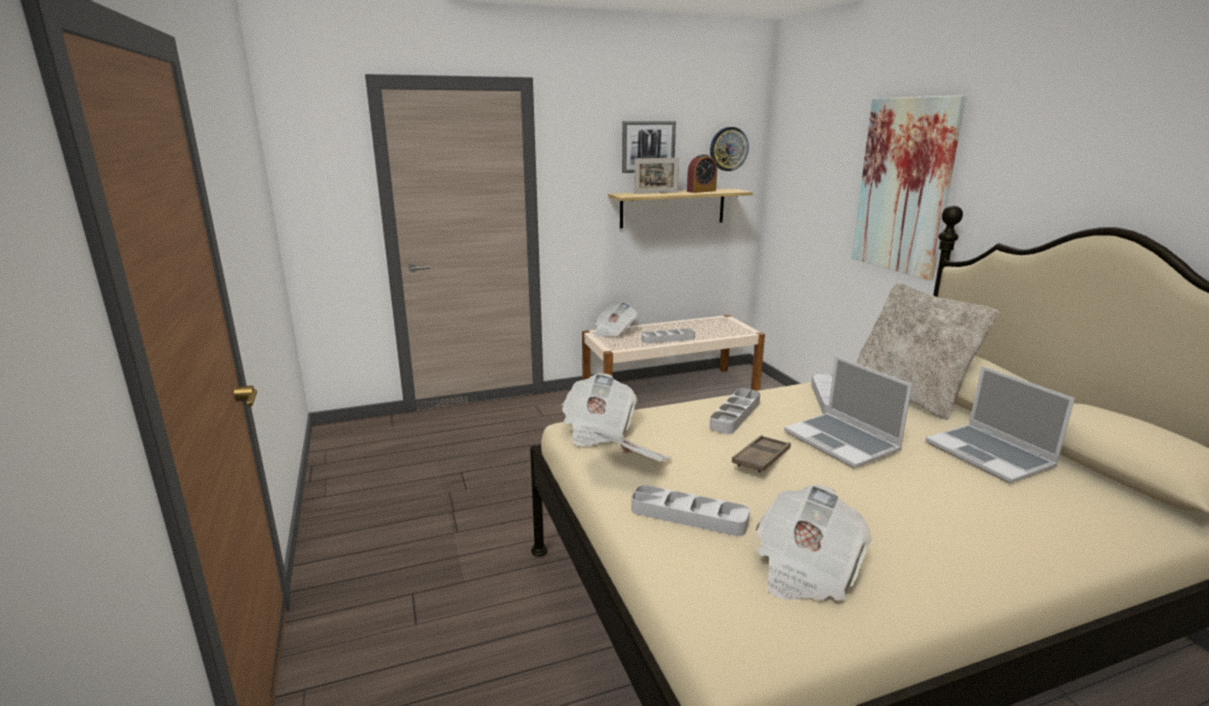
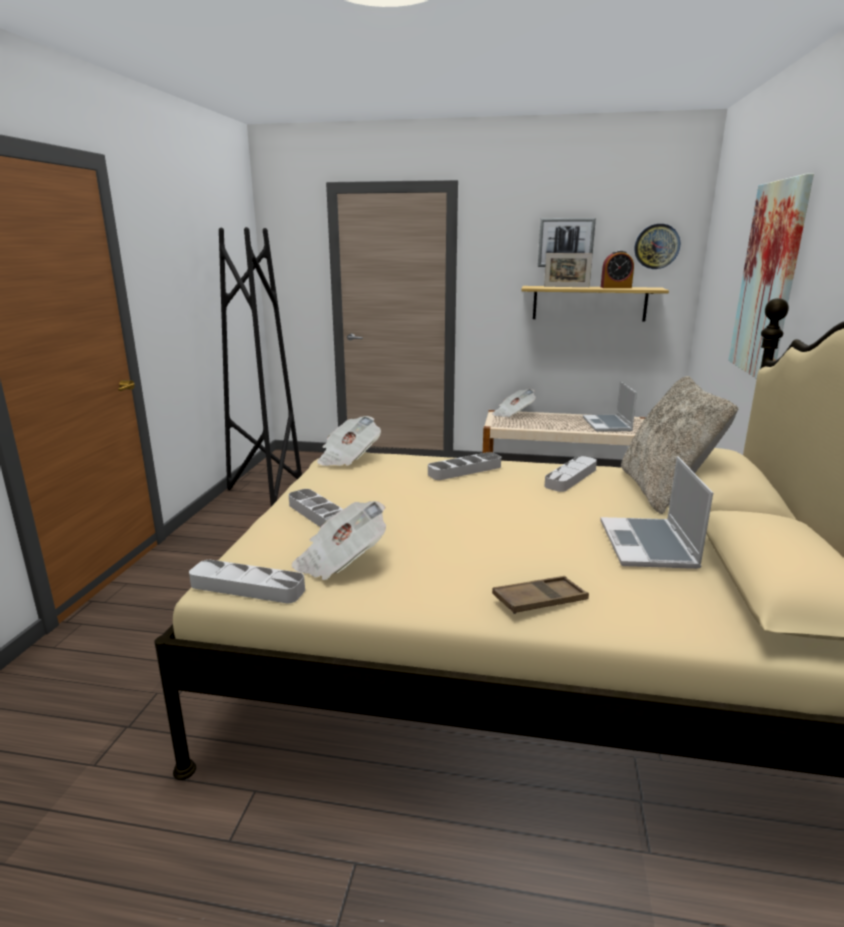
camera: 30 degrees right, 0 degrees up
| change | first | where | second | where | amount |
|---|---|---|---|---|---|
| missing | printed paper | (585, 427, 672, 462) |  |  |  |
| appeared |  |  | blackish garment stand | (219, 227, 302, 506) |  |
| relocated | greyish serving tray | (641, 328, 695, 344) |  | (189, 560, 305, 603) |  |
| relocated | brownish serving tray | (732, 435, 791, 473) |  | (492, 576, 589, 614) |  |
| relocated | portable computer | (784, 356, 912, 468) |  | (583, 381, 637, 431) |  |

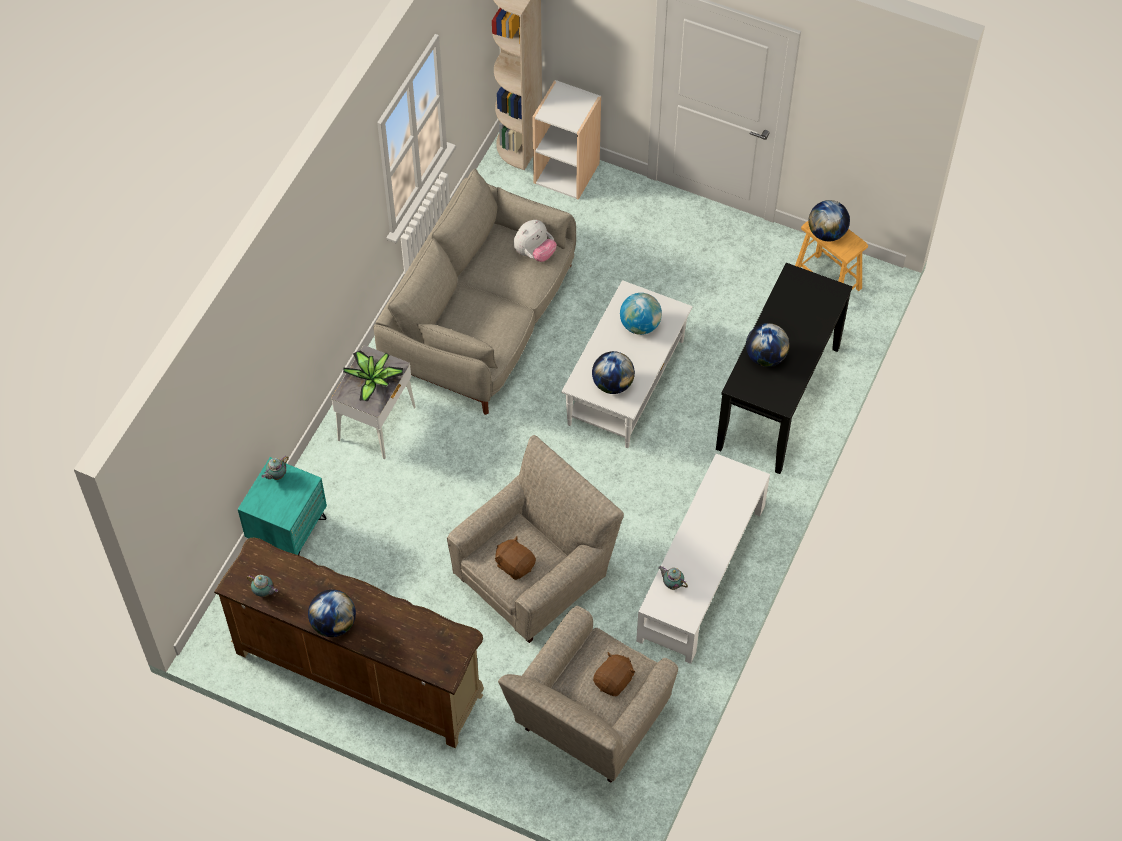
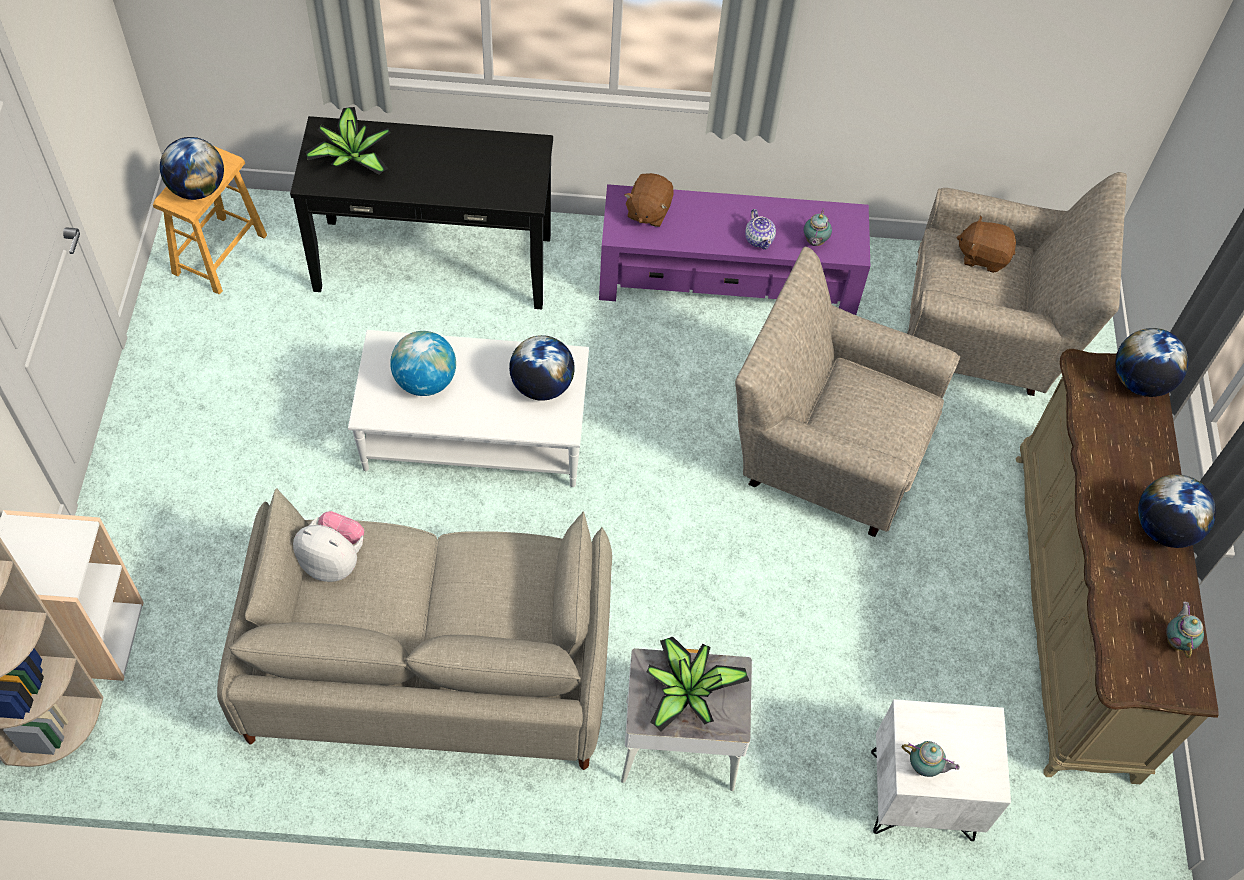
camera: 115 degrees left, 0 degrees up
| change | first | where | second | where | amount |
|---|---|---|---|---|---|
| appeared |  |  | plant in a pot | (306, 107, 390, 175) |  |
| appeared |  |  | tea pot | (745, 209, 776, 250) |  |
| relocated | brownish cuddly toy | (495, 536, 536, 580) |  | (625, 173, 674, 227) |  |
| relocated | desk globe | (746, 323, 789, 367) |  | (1115, 328, 1188, 397) |  |
| colour | blue-green night table | (238, 457, 327, 555) | whitish night table | (871, 699, 1011, 841) |  |
| colour | whitish media console | (636, 454, 770, 664) | purplish media console | (599, 184, 870, 315) |  |

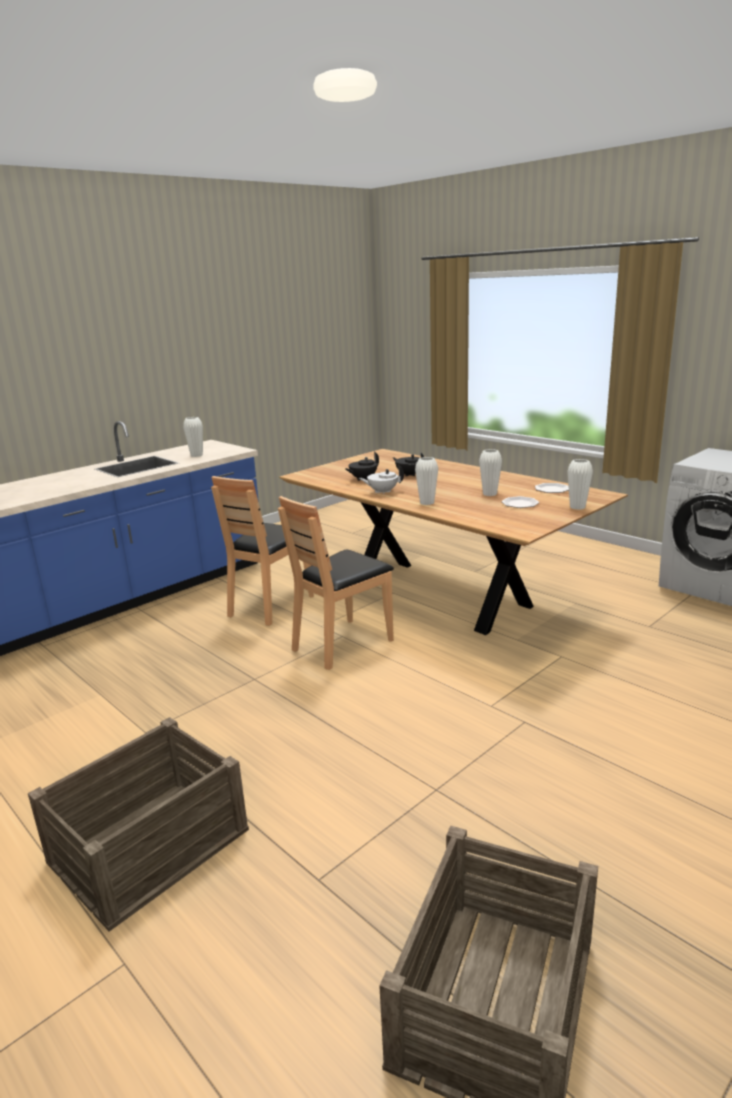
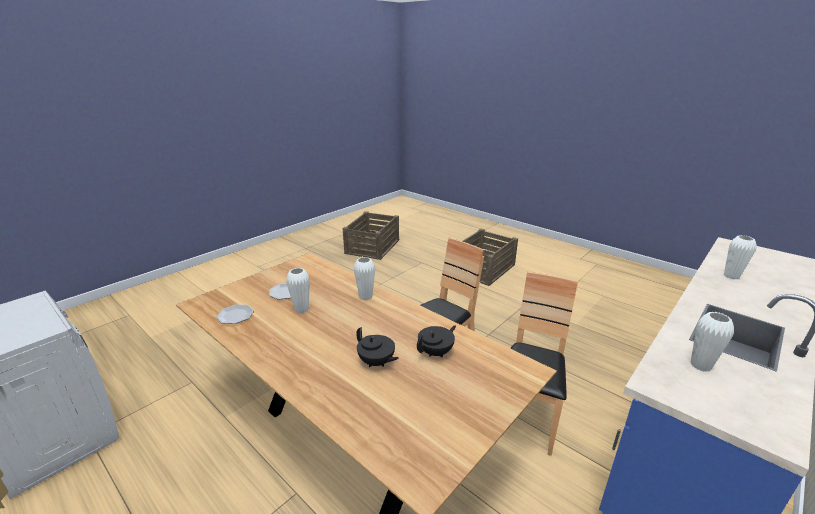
camera: 175 degrees right, 5 degrees up
| change | first | where | second | where | amount |
|---|---|---|---|---|---|
| missing | whitish tea pot | (359, 465, 404, 494) |  |  |  |
| relocated | whitish flower vase | (567, 459, 593, 510) |  | (724, 235, 756, 280) |  |

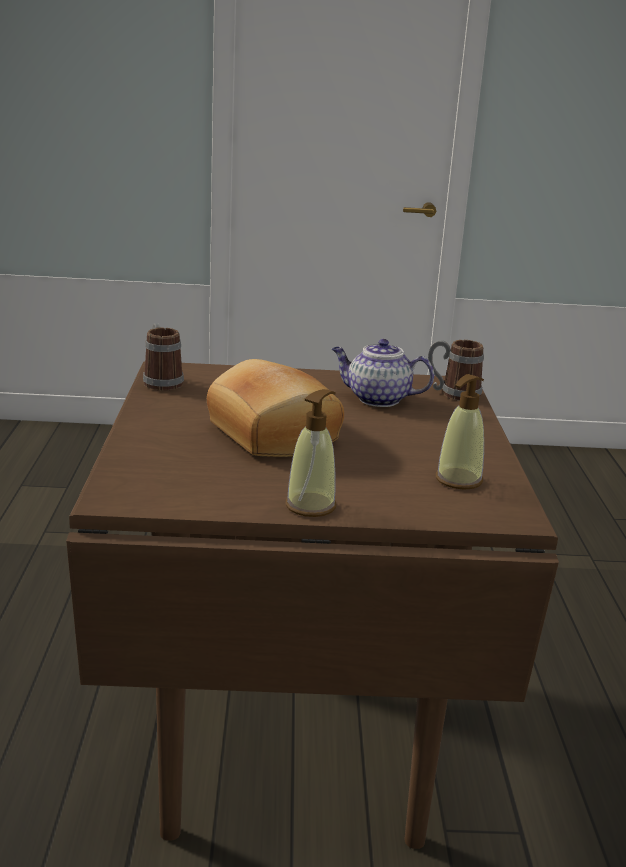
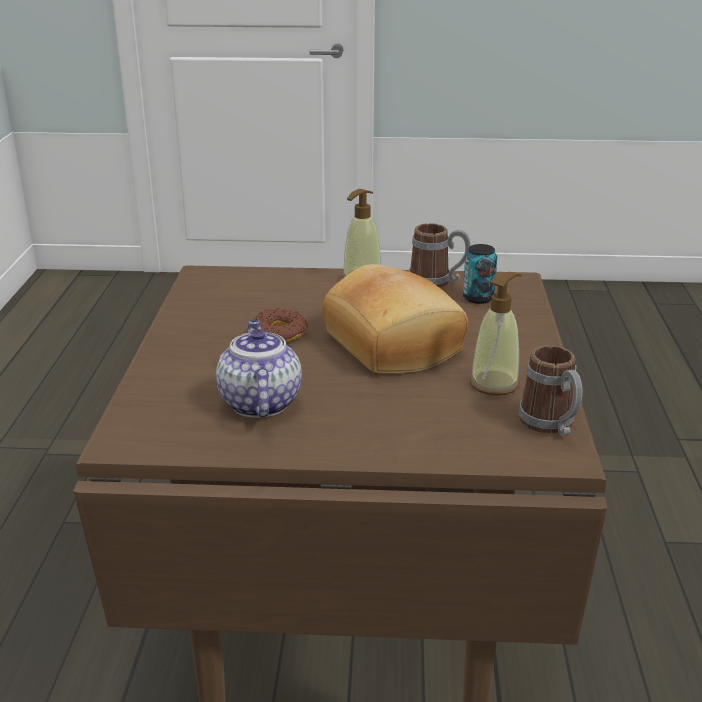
camera: 175 degrees left, 5 degrees up
| change | first | where | second | where | amount |
|---|---|---|---|---|---|
| appeared |  |  | donut | (253, 309, 308, 342) |  |
| appeared |  |  | can | (463, 244, 497, 304) |  |
| relocated | tea mug | (428, 340, 484, 401) |  | (409, 223, 470, 288) |  |
| relocated | soap dispenser | (436, 374, 484, 489) |  | (470, 272, 521, 396) |  |
| spun | tea pot | (332, 339, 434, 407) |  | (216, 320, 302, 418) | 120 degrees counterclockwise |

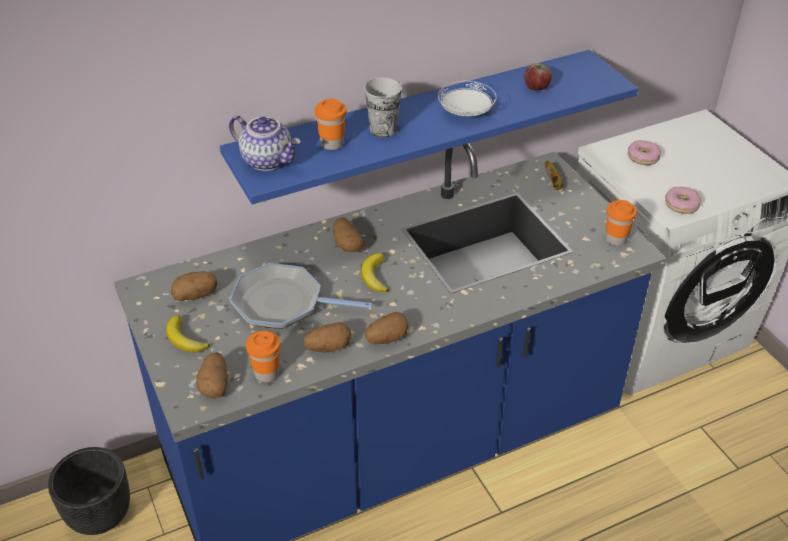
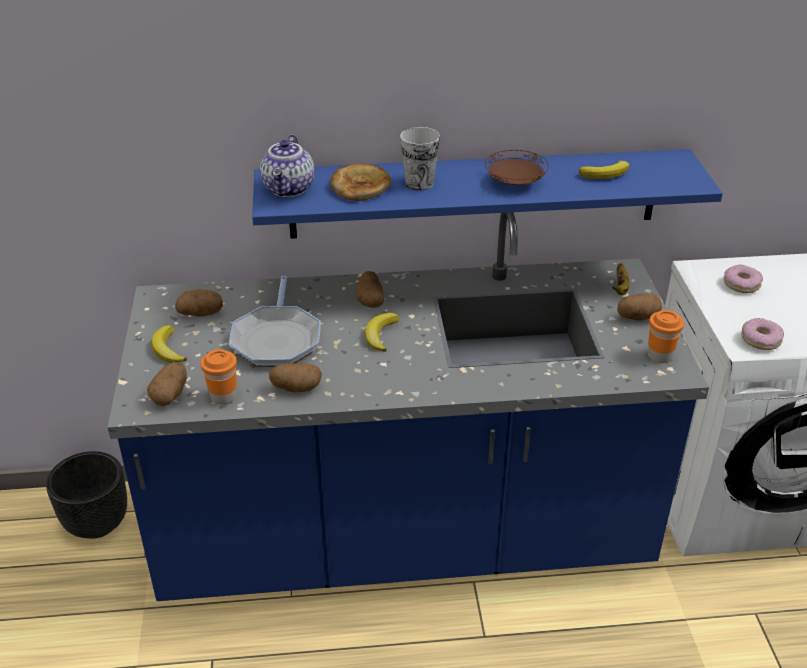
camera: 20 degrees right, 5 degrees down
| change | first | where | second | where | amount |
|---|---|---|---|---|---|
| relocated | potato | (365, 312, 409, 344) |  | (617, 294, 662, 321) |  |
| exchanged | orange small cup | (314, 99, 347, 150) | bakery bread | (330, 164, 391, 201) |  |
| exchanged | apple | (524, 63, 552, 90) | banana | (579, 160, 629, 179) |  |
| colour | whitish flat dish | (438, 81, 497, 116) | brownish flat dish | (485, 150, 549, 185) |  |
| spun | tea pot | (229, 116, 301, 171) |  | (260, 134, 314, 197) | 45 degrees clockwise |
| spun | skillet | (230, 263, 372, 329) |  | (229, 276, 321, 367) | 120 degrees counterclockwise |

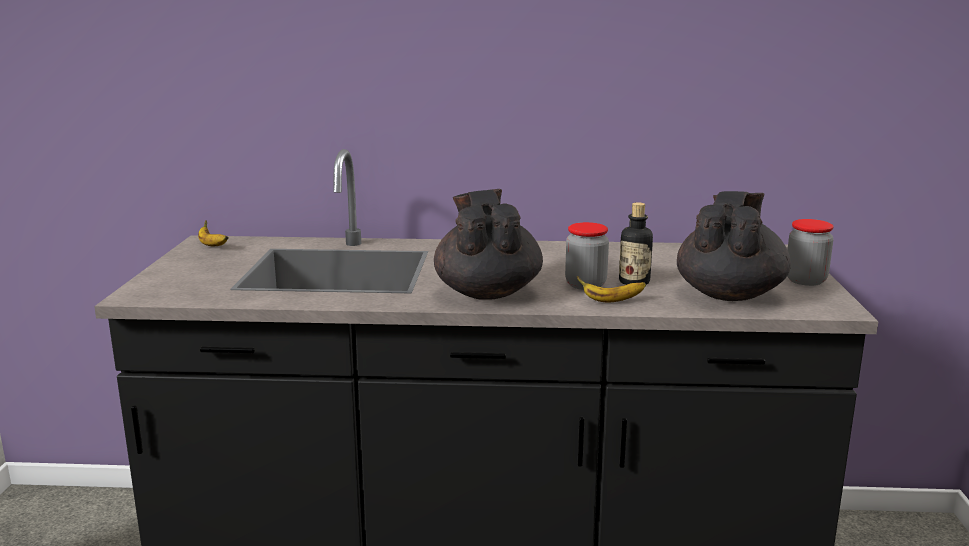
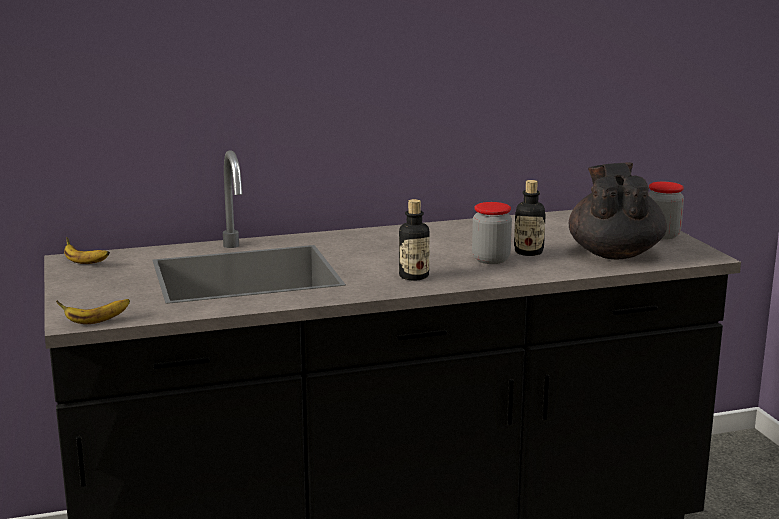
camera: 20 degrees left, 0 degrees up
| change | first | where | second | where | amount |
|---|---|---|---|---|---|
| relocated | banana | (577, 276, 646, 303) |  | (56, 299, 130, 324) |  |
| exchanged | blackish tea pot | (434, 189, 543, 300) | beverage bottle | (399, 199, 430, 280) |  |

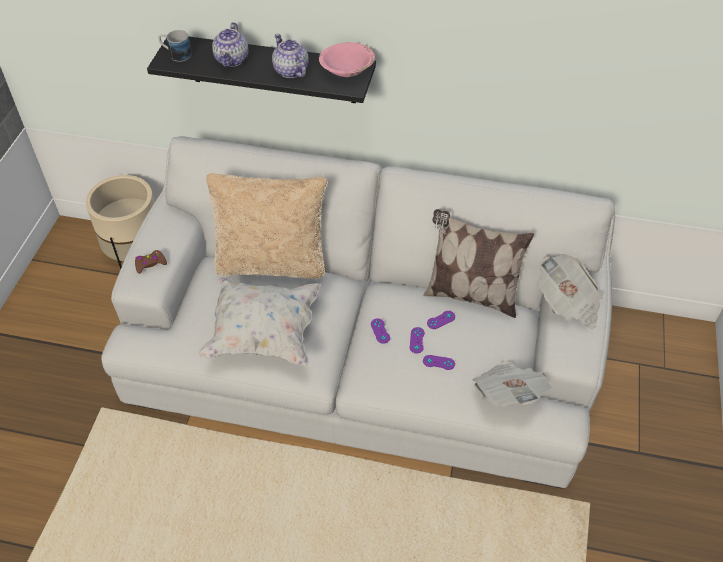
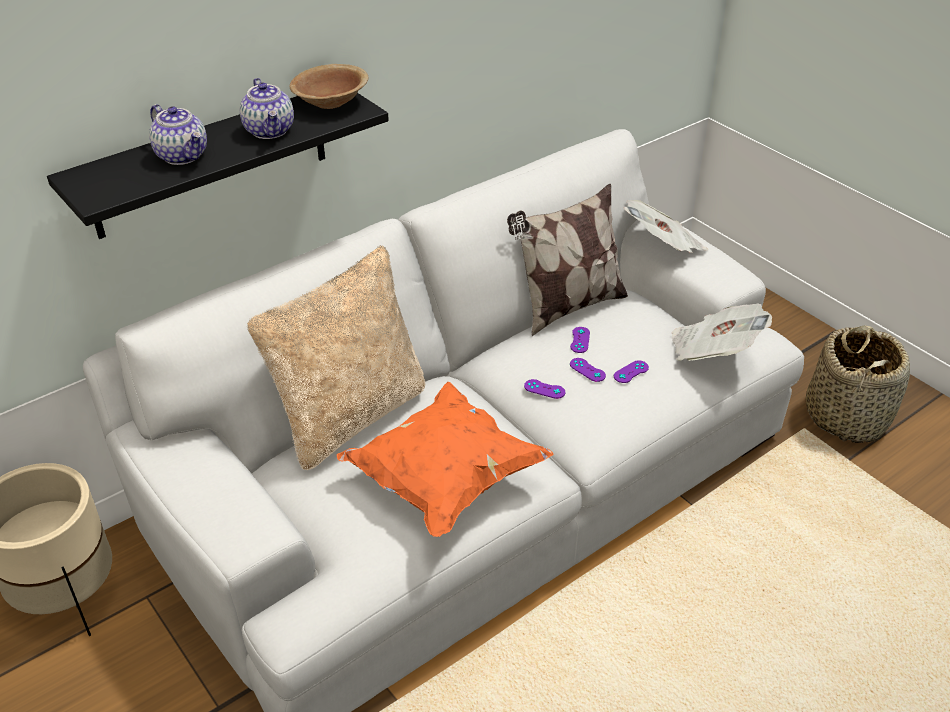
camera: 50 degrees left, 10 degrees down
| change | first | where | second | where | amount |
|---|---|---|---|---|---|
| missing | brownish game controller | (135, 250, 167, 274) |  |  |  |
| missing | tea mug | (158, 30, 192, 62) |  |  |  |
| appeared |  |  | storage basket | (805, 325, 910, 443) |  |
| colour | whitish pillow | (199, 277, 321, 366) | orange pillow | (337, 382, 554, 537) |  |
| colour | pink-coloured deep dish | (319, 42, 375, 77) | brownish deep dish | (290, 64, 368, 109) |  |
| spun | tea pot | (272, 34, 309, 78) |  | (240, 78, 294, 139) | 120 degrees counterclockwise |

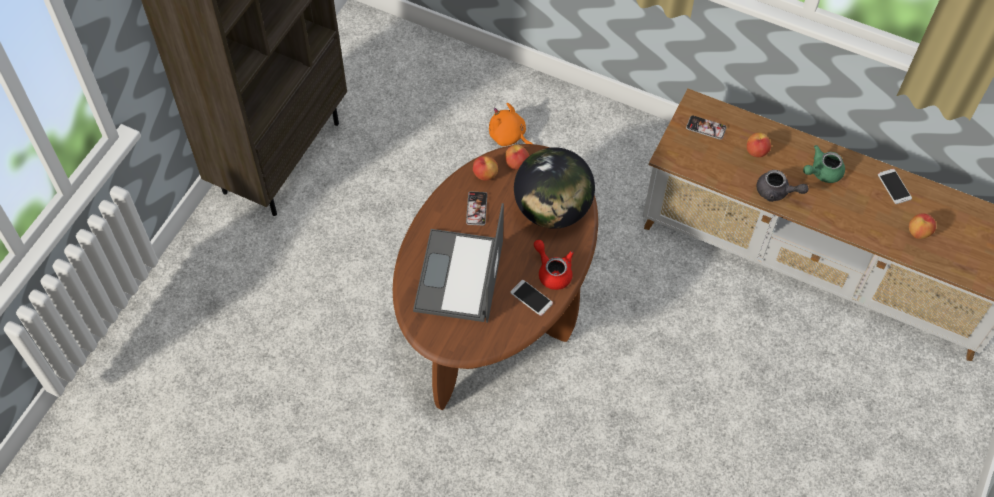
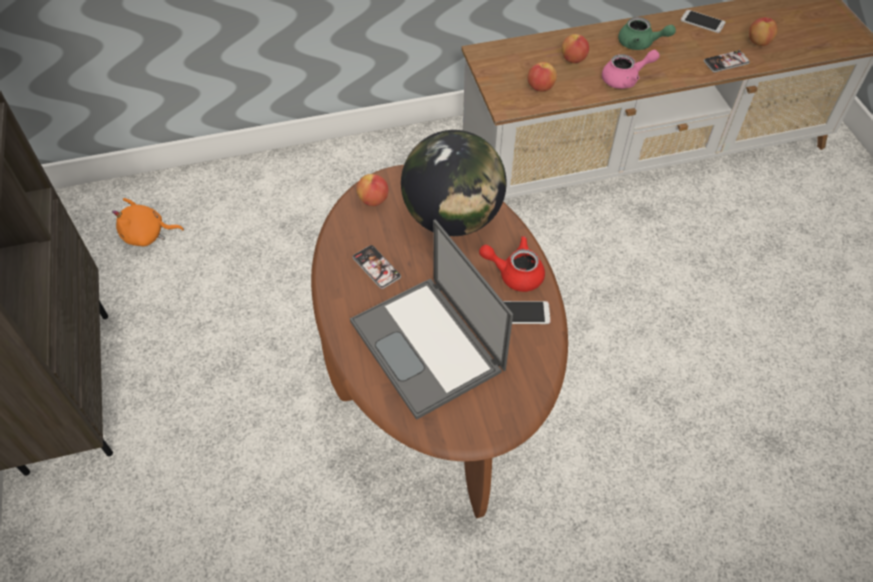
camera: 40 degrees left, 5 degrees down
| change | first | where | second | where | amount |
|---|---|---|---|---|---|
| relocated | apple | (473, 156, 498, 181) |  | (528, 62, 557, 91) |  |
| relocated | orange cuddly toy | (489, 103, 533, 146) |  | (112, 198, 184, 246) |  |
| relocated | phone | (686, 115, 727, 140) |  | (703, 50, 750, 72) |  |
| colour | greyish tea pot | (757, 170, 809, 202) | pink-coloured tea pot | (602, 50, 660, 89) |  |
| spun | green-coloured tea pot | (803, 145, 845, 183) |  | (618, 17, 676, 50) | 90 degrees counterclockwise |

